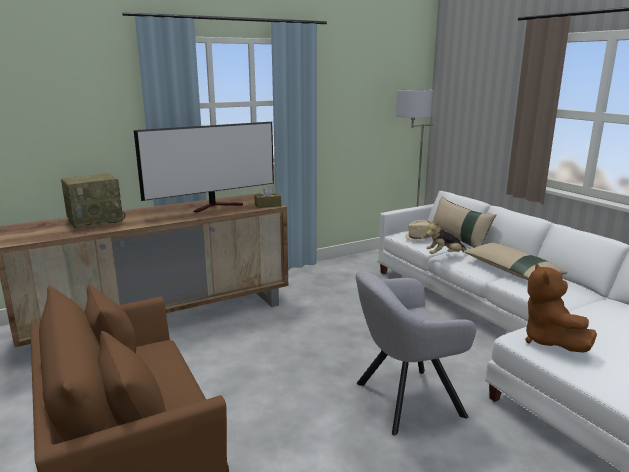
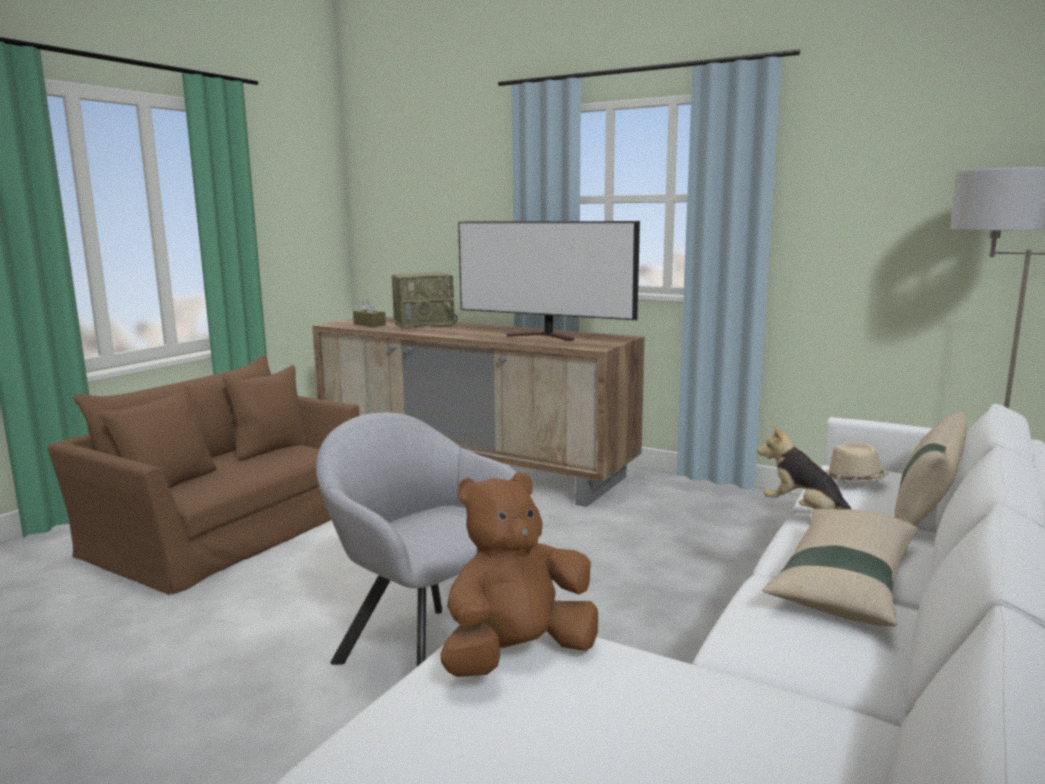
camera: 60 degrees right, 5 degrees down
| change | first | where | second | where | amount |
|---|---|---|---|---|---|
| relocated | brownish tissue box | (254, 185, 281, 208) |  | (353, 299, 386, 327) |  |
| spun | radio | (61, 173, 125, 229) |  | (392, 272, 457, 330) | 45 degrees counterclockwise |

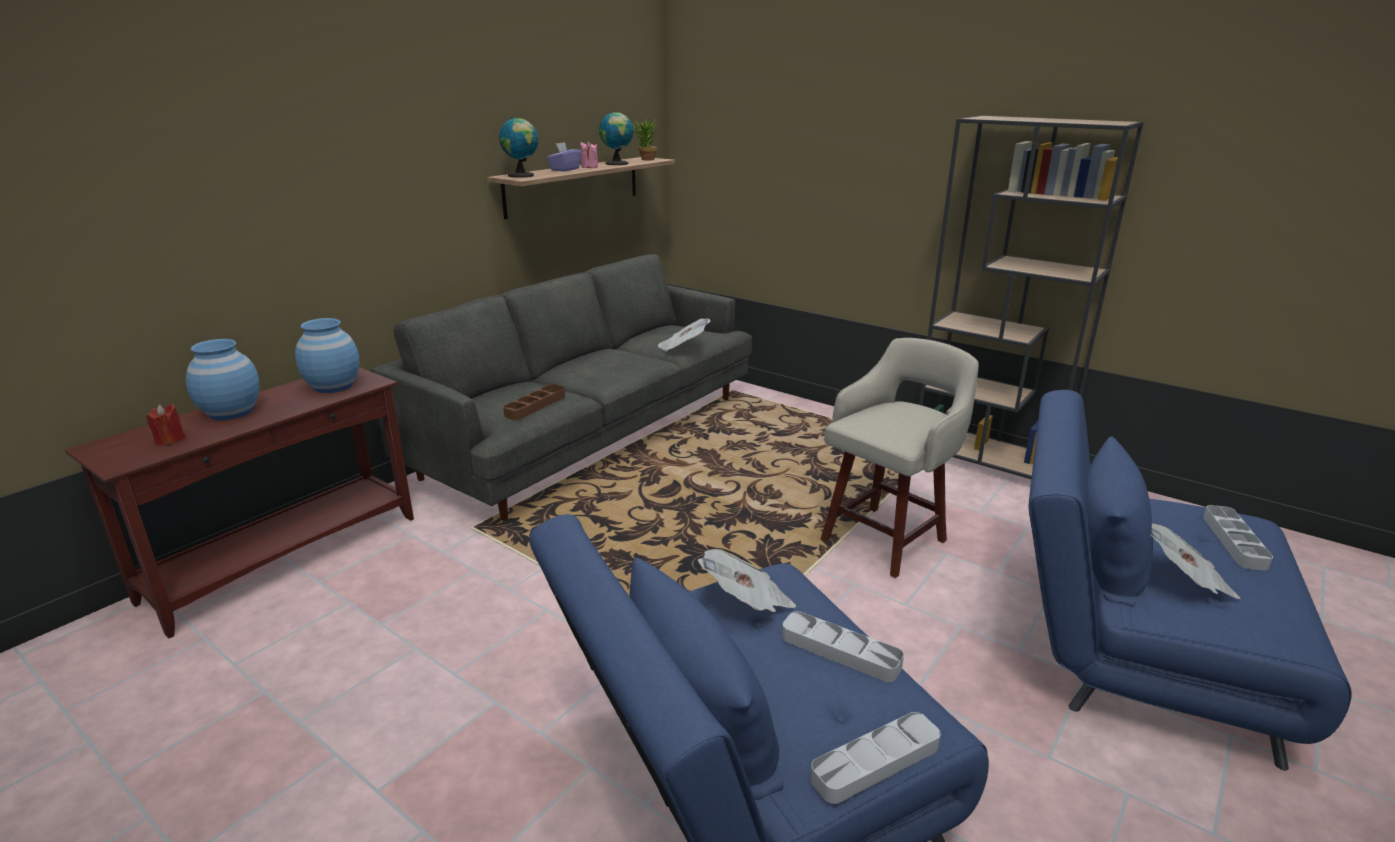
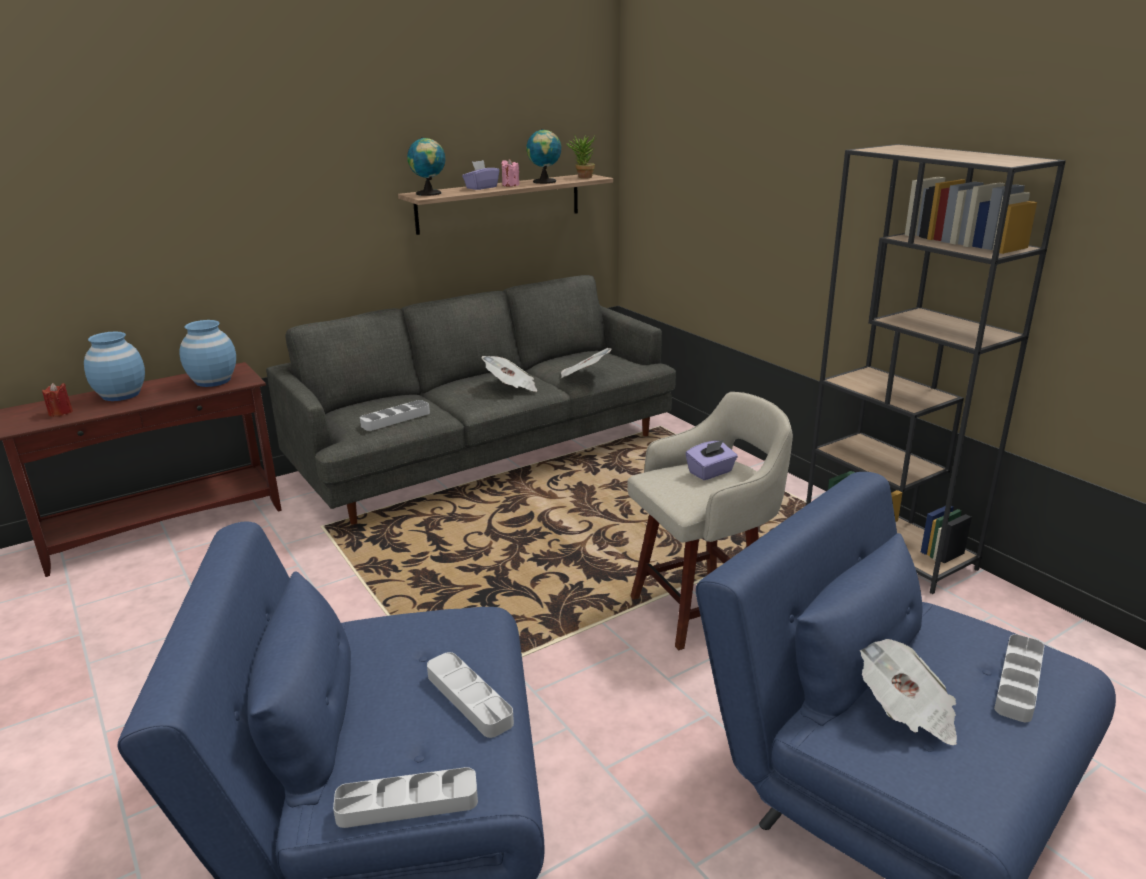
camera: 20 degrees right, 0 degrees up
| change | first | where | second | where | amount |
|---|---|---|---|---|---|
| appeared |  |  | purplish tissue box | (685, 440, 738, 480) |  |
| relocated | printed paper | (698, 549, 796, 612) |  | (481, 356, 537, 392) |  |
| colour | brownish serving tray | (503, 384, 565, 420) | greyish serving tray | (360, 400, 430, 431) |  |

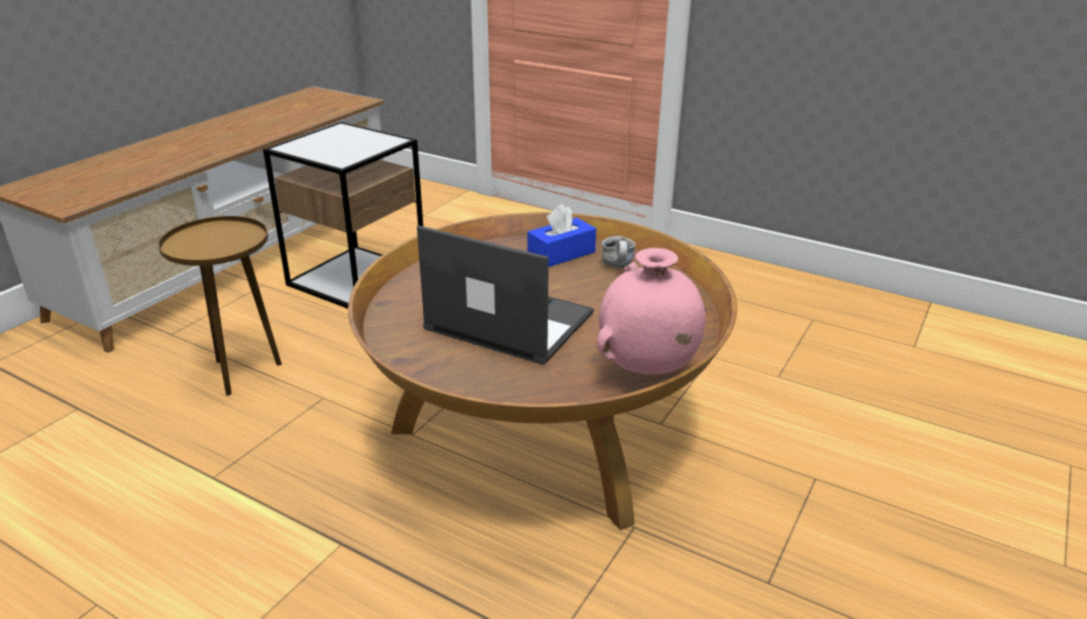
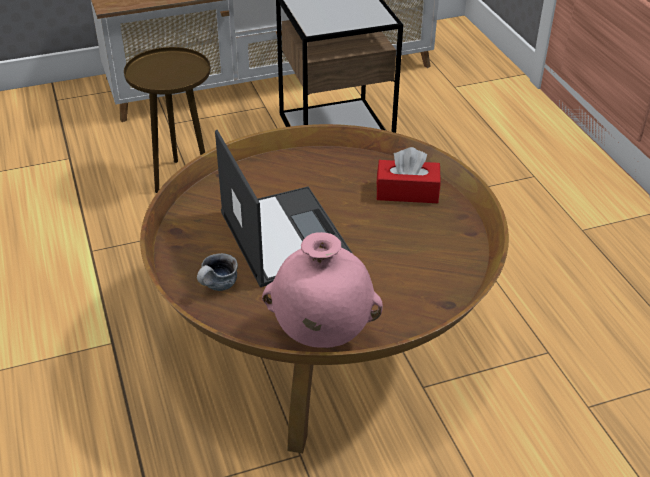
camera: 40 degrees right, 10 degrees up
| change | first | where | second | where | amount |
|---|---|---|---|---|---|
| relocated | tea mug | (602, 236, 636, 267) |  | (197, 253, 238, 291) |  |
| colour | blue tissue box | (527, 204, 596, 267) | red tissue box | (376, 147, 441, 203) |  |

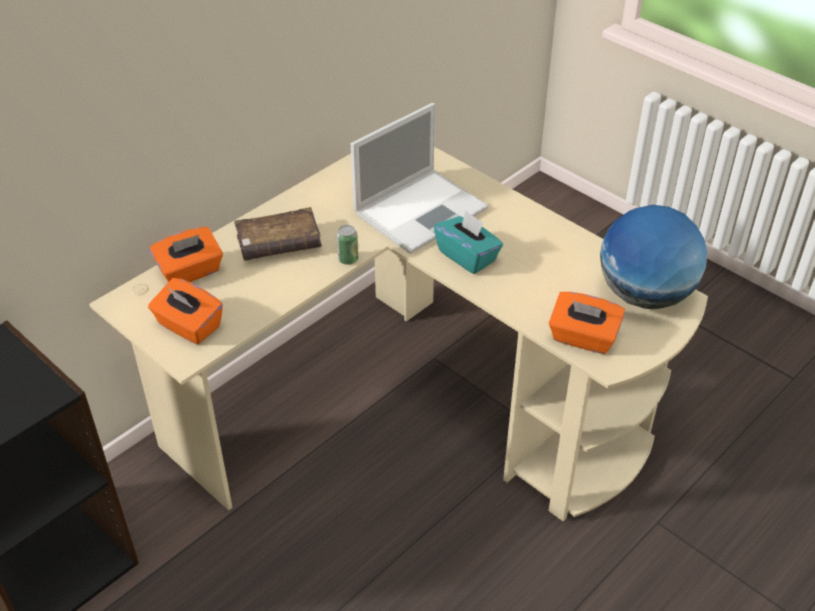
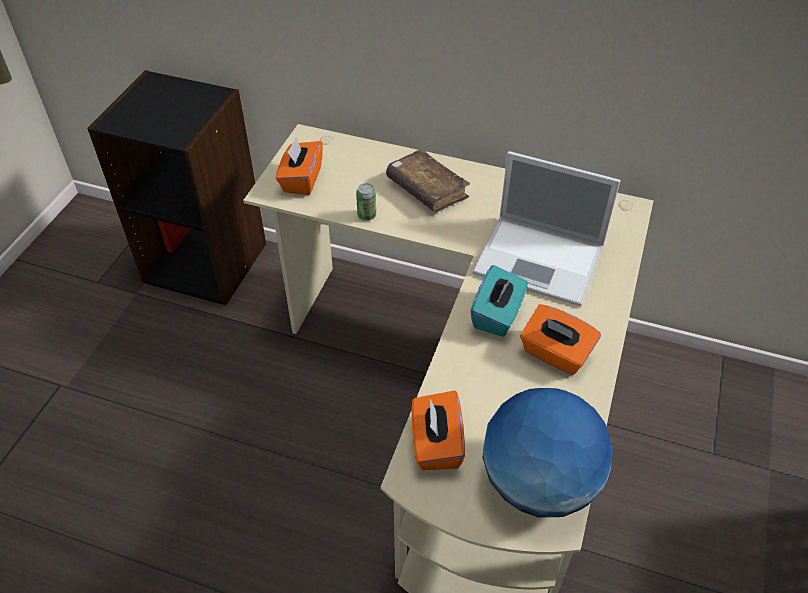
camera: 65 degrees right, 5 degrees up
| change | first | where | second | where | amount |
|---|---|---|---|---|---|
| relocated | orange tissue box | (149, 227, 223, 282) |  | (520, 304, 601, 375) |  |
| relocated | can | (337, 225, 358, 265) |  | (356, 183, 376, 221) |  |

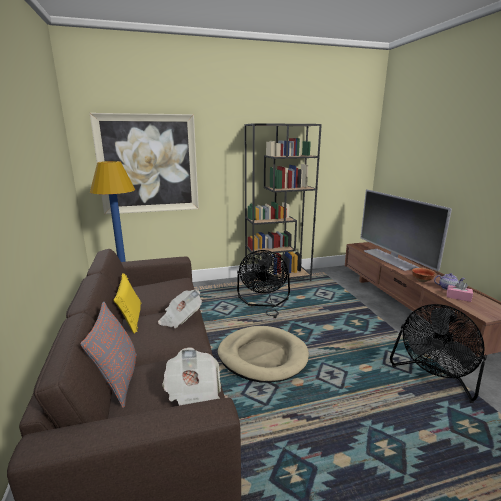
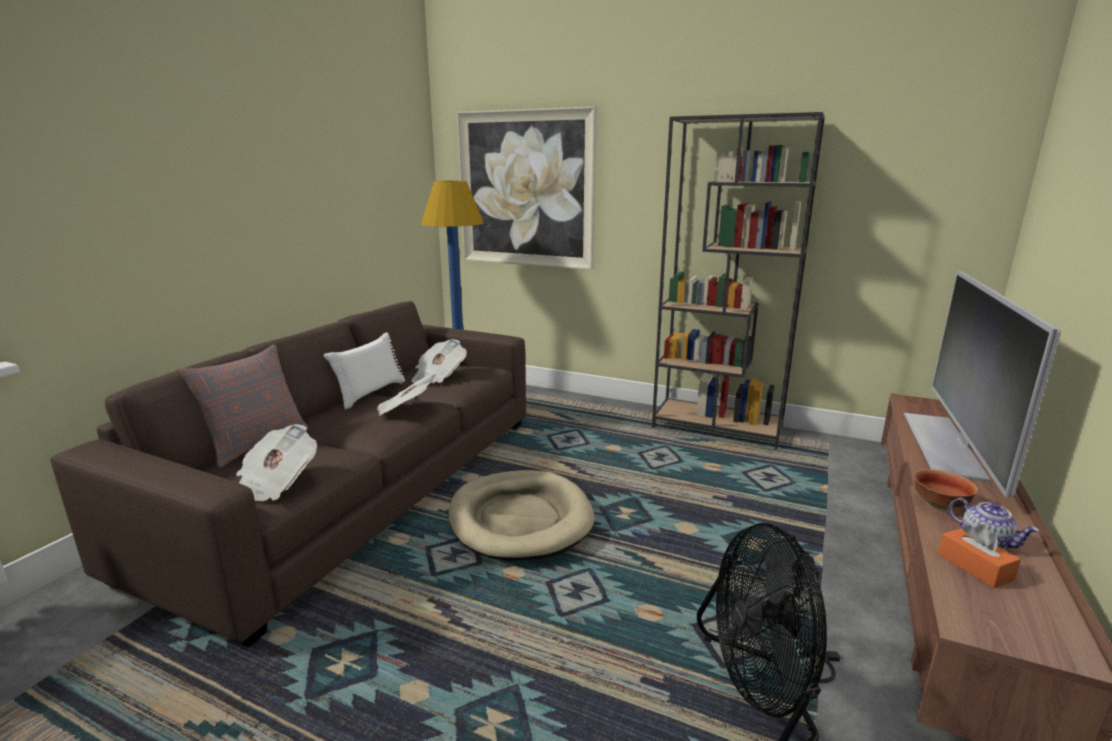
camera: 40 degrees right, 0 degrees up
| change | first | where | second | where | amount |
|---|---|---|---|---|---|
| missing | blackish electric fan | (237, 250, 290, 318) |  |  |  |
| appeared |  |  | printed paper | (412, 339, 467, 383) |  |
| colour | yellowish pillow | (113, 273, 141, 334) | whitish pillow | (324, 332, 405, 409) |  |
| colour | pink-coloured tissue box | (447, 281, 473, 302) | orange tissue box | (938, 524, 1021, 588) |  |

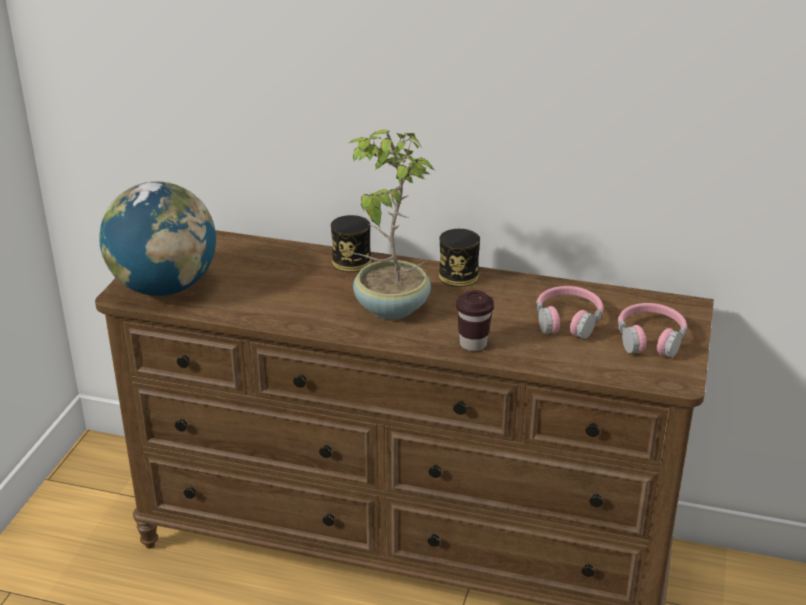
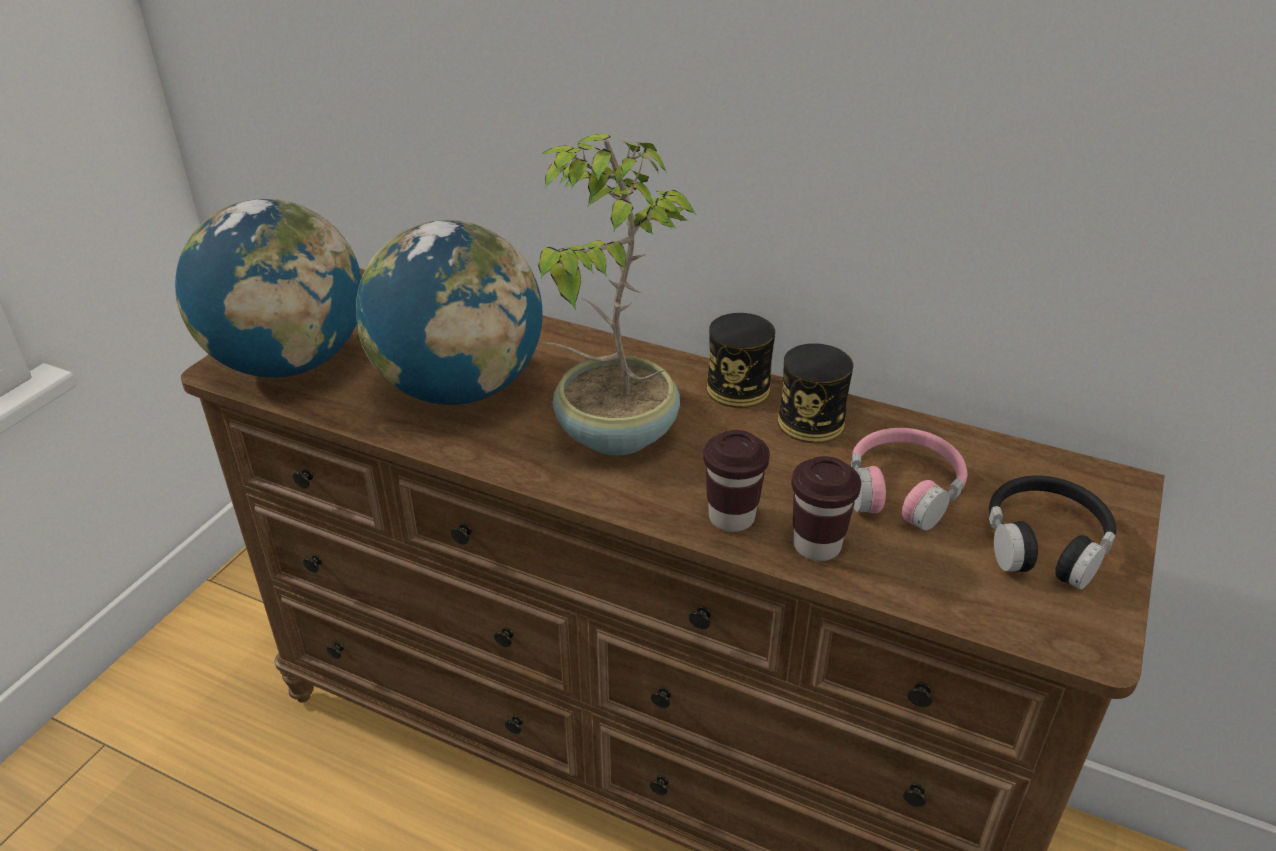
camera: 10 degrees right, 5 degrees up
| change | first | where | second | where | amount |
|---|---|---|---|---|---|
| appeared |  |  | desk globe | (356, 220, 543, 405) |  |
| appeared |  |  | brownish small cup | (792, 456, 861, 561) |  |
| relocated | can | (331, 215, 371, 272) |  | (778, 343, 853, 443) |  |
| colour | pink-coloured headset | (618, 303, 687, 358) | blackish headset | (989, 475, 1116, 590) |  |

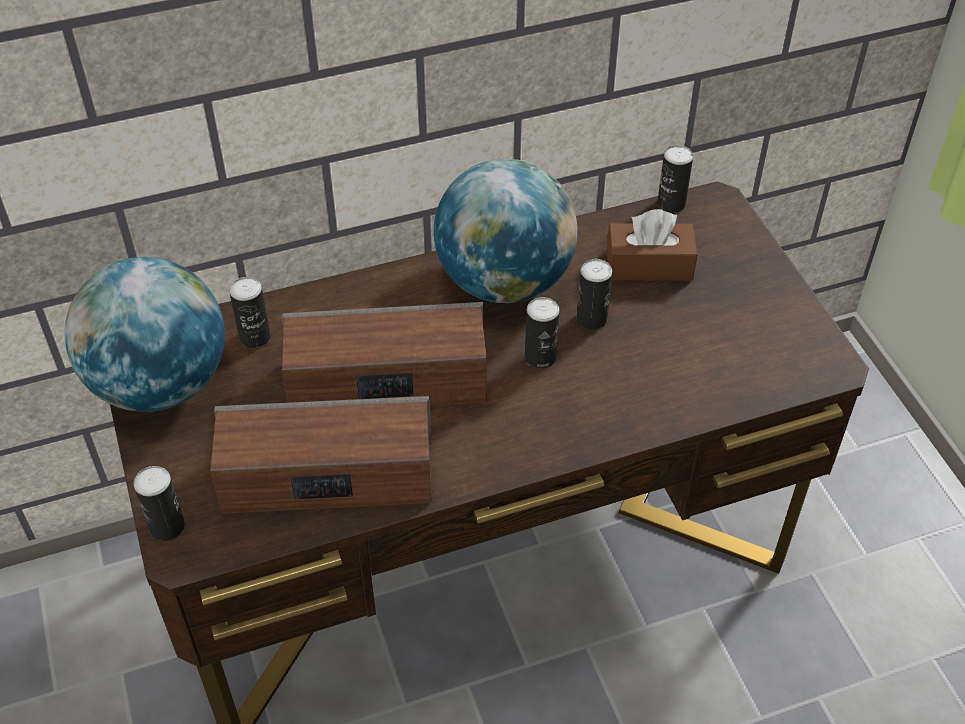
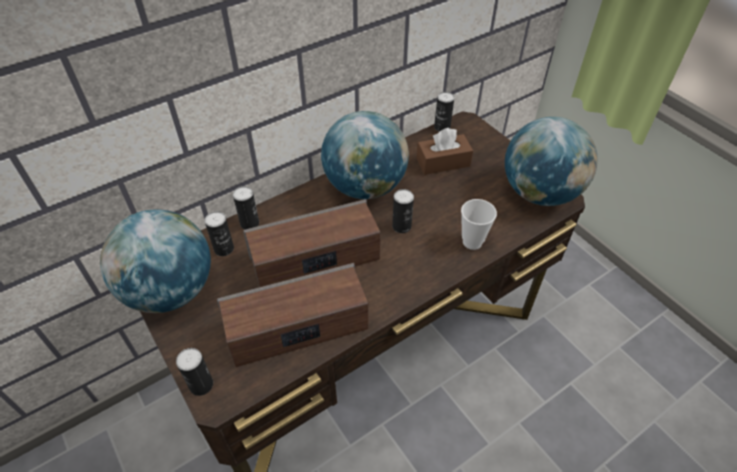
camera: 15 degrees left, 0 degrees up
| change | first | where | second | where | amount |
|---|---|---|---|---|---|
| appeared |  |  | small cup | (461, 199, 497, 250) |  |
| appeared |  |  | desk globe | (505, 117, 598, 206) |  |
| relocated | can | (577, 259, 612, 330) |  | (233, 186, 259, 230) |  |

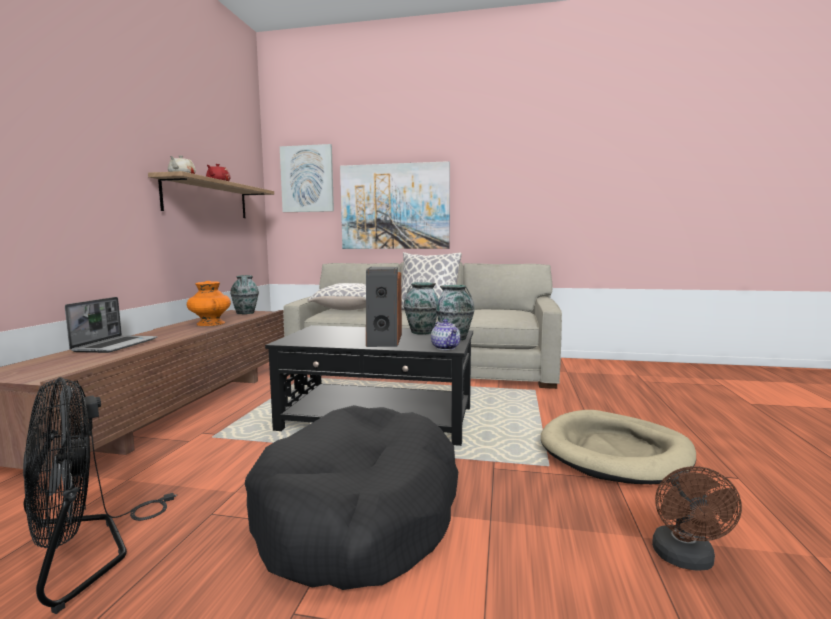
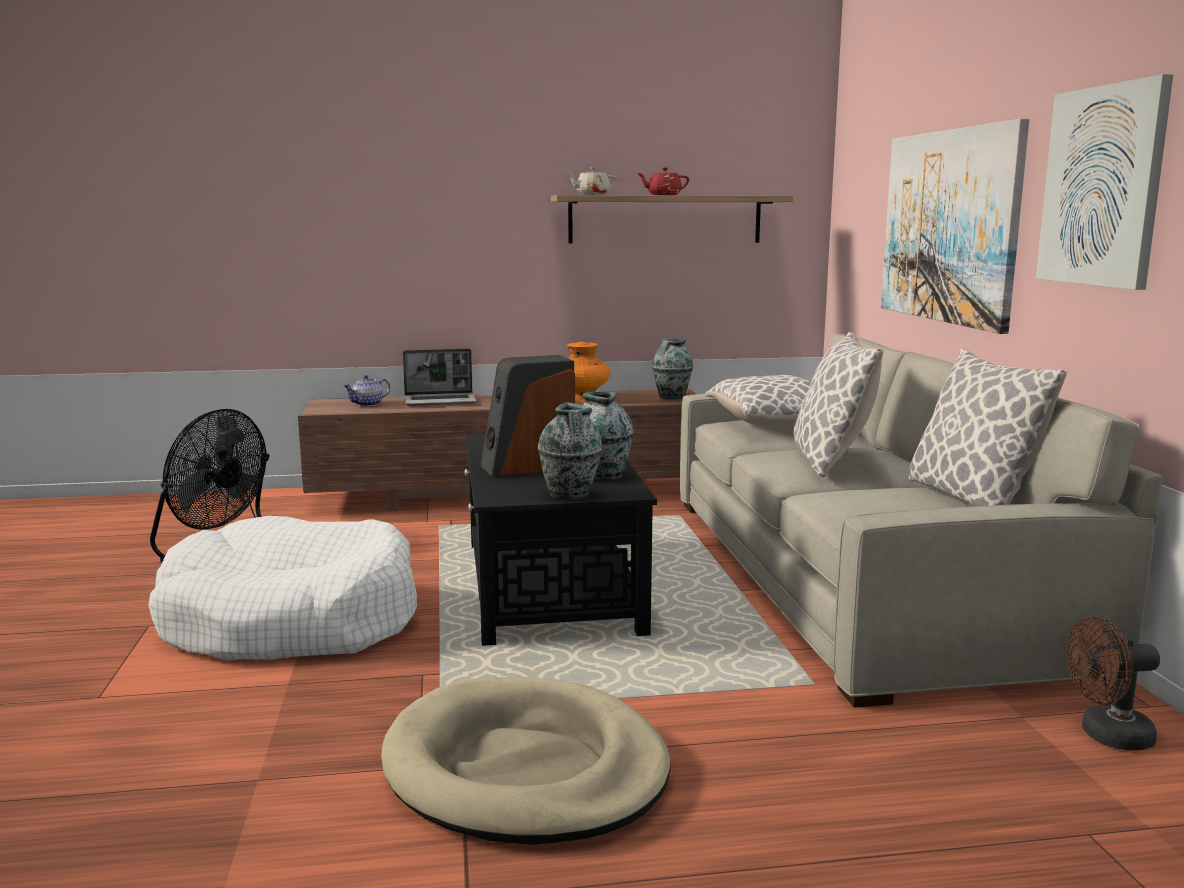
camera: 70 degrees right, 5 degrees up
| change | first | where | second | where | amount |
|---|---|---|---|---|---|
| appeared |  |  | pillow | (908, 349, 1067, 506) |  |
| relocated | picture | (280, 144, 334, 212) |  | (1036, 74, 1173, 290) |  |
| relocated | tea pot | (431, 319, 460, 350) |  | (343, 375, 390, 407) |  |
| relocated | brownish electric fan | (652, 466, 742, 571) |  | (1066, 616, 1160, 750) |  |
| colour | blackish dog bed | (245, 405, 458, 590) | whitish dog bed | (149, 516, 417, 661) |  |

